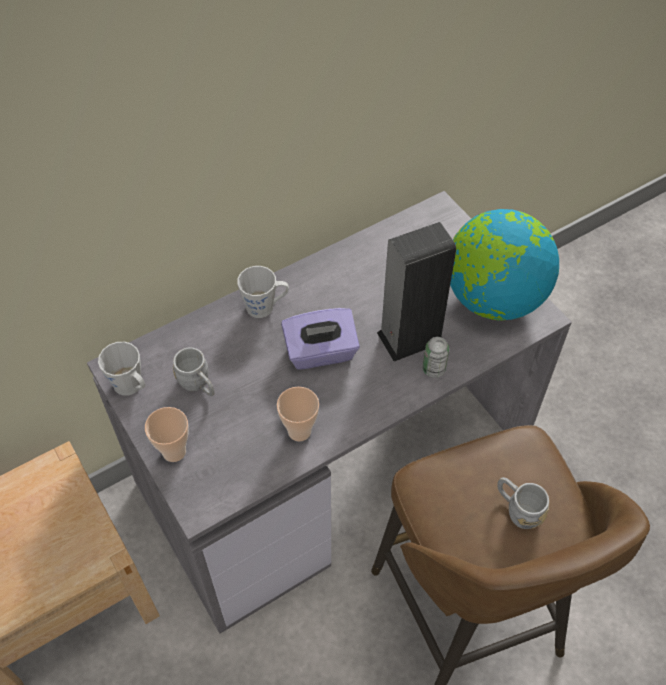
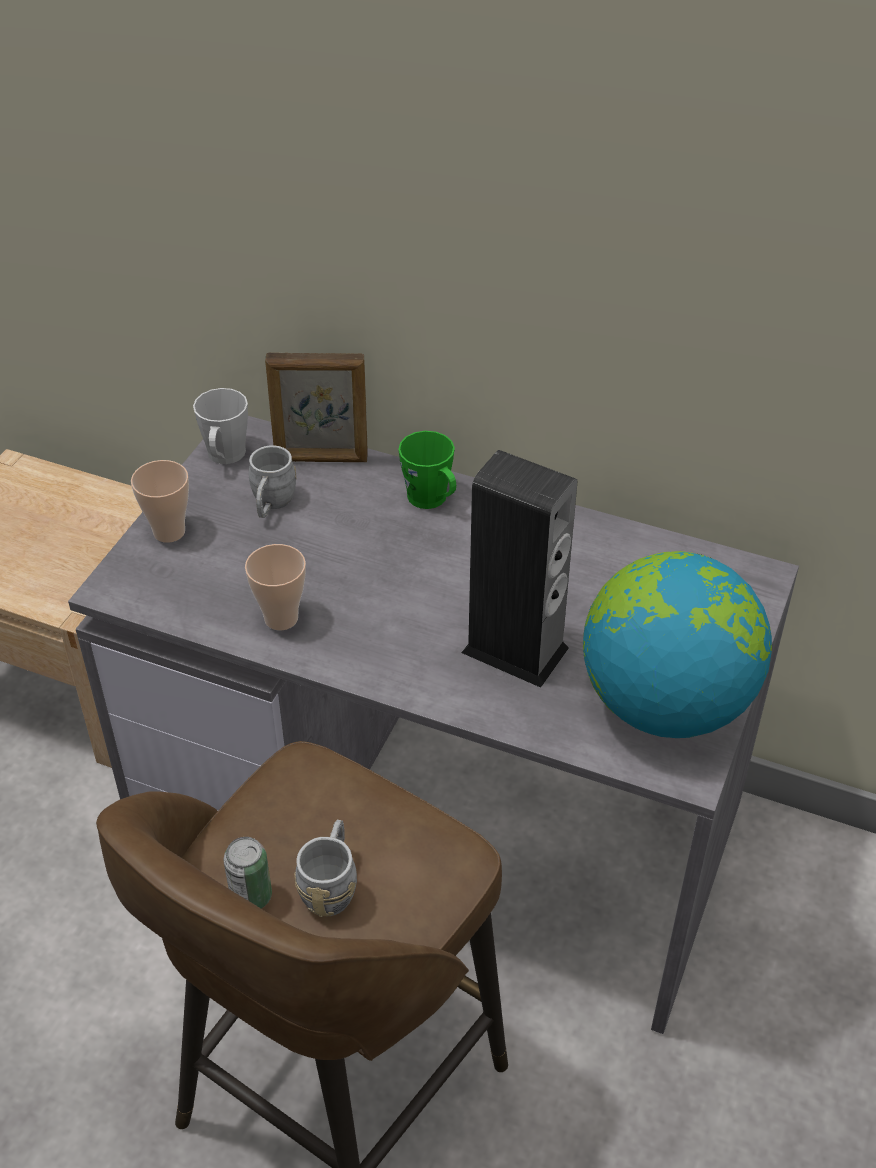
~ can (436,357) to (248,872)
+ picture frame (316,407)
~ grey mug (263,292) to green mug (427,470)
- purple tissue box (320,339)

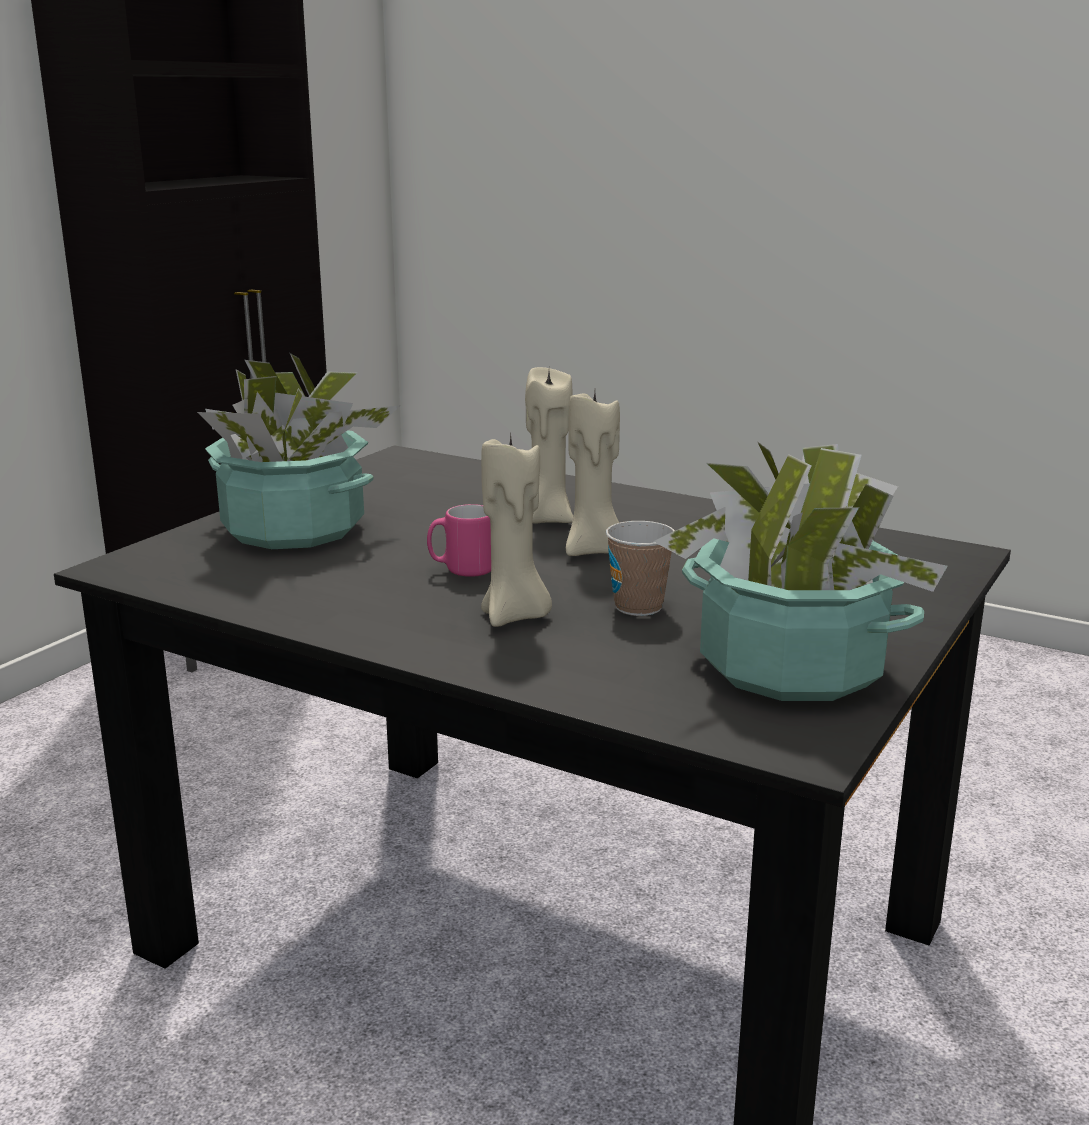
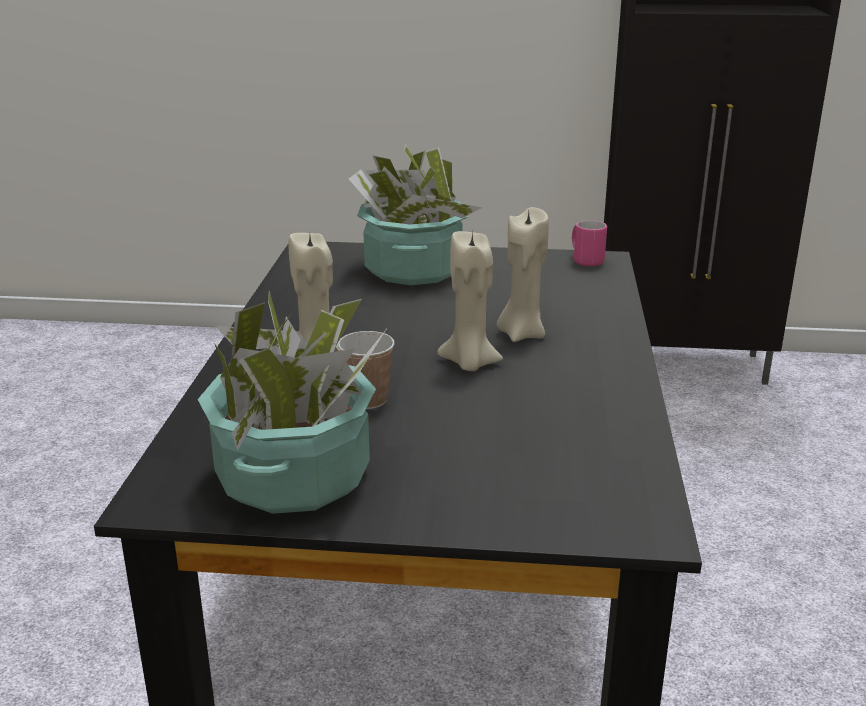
~ pink mug (459,540) to (589,243)

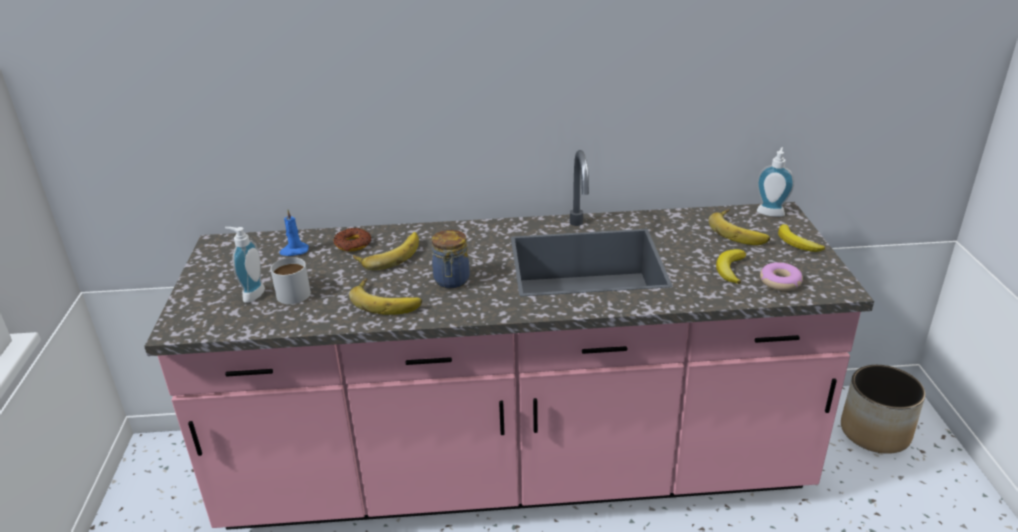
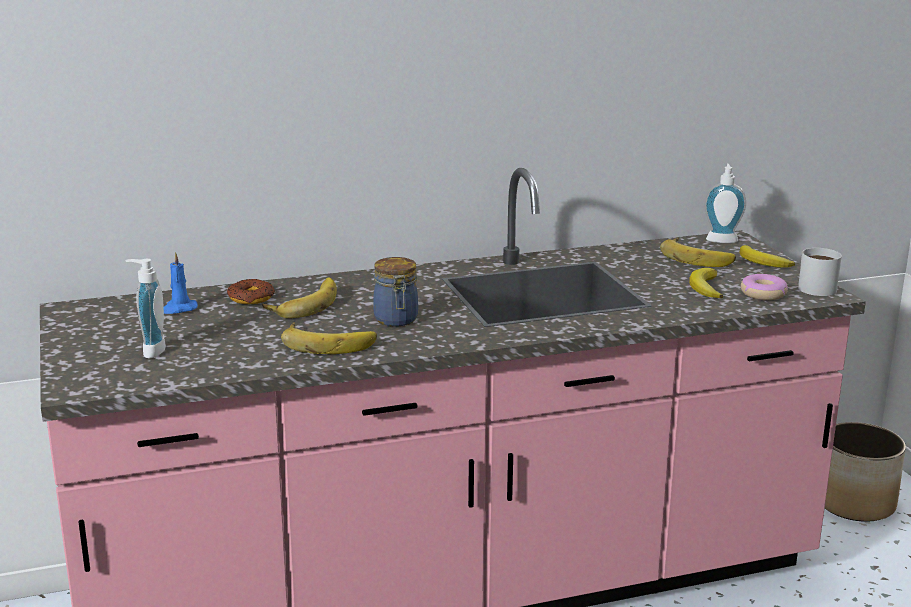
~ white mug (290,280) to (820,272)

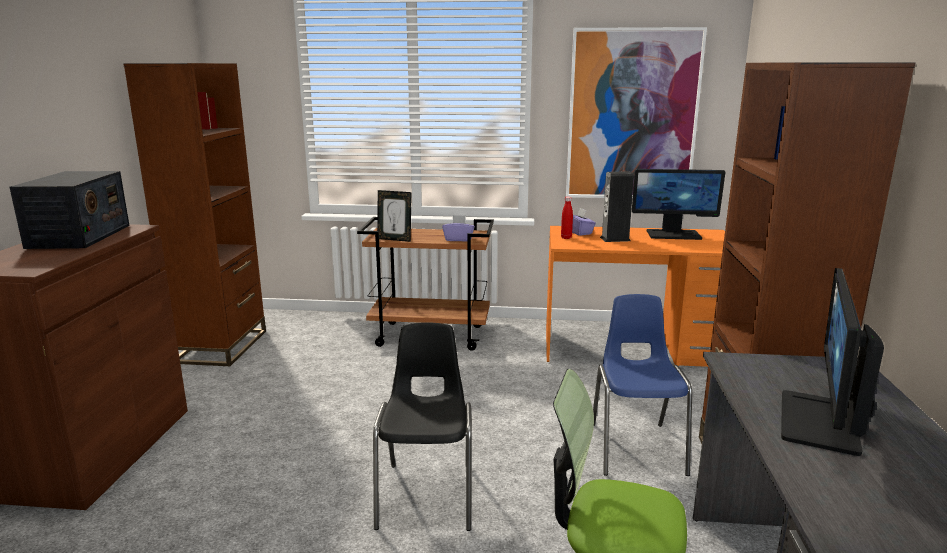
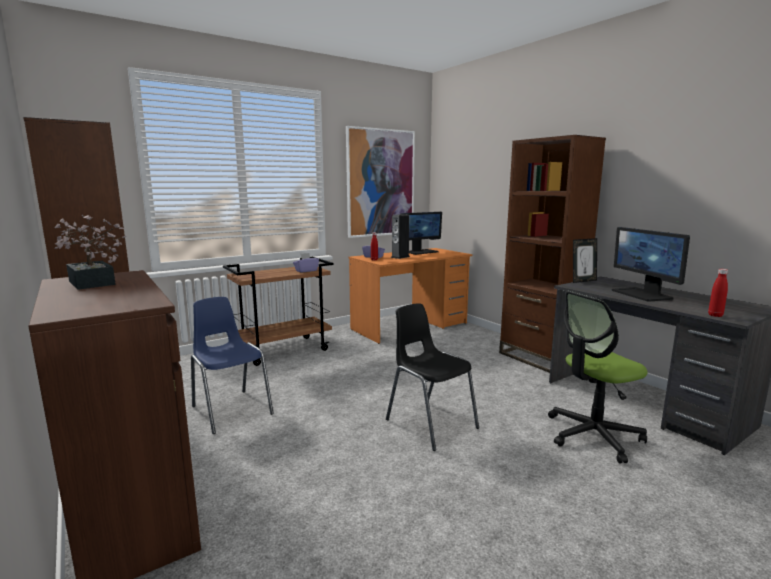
~ radio (69,210) to potted plant (90,252)
~ blue chair (642,385) to (232,365)
~ picture frame (394,216) to (585,260)
+ red bottle (718,293)

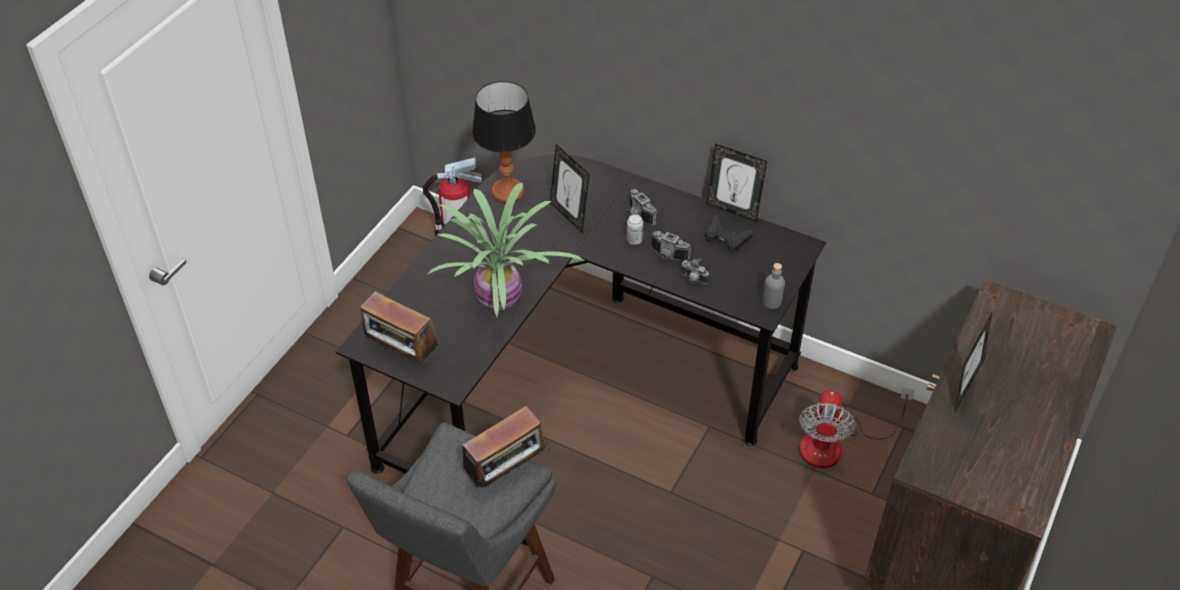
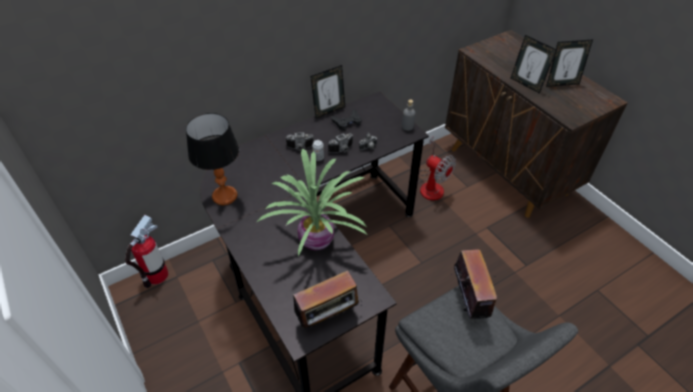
~ picture frame (570,188) to (569,63)

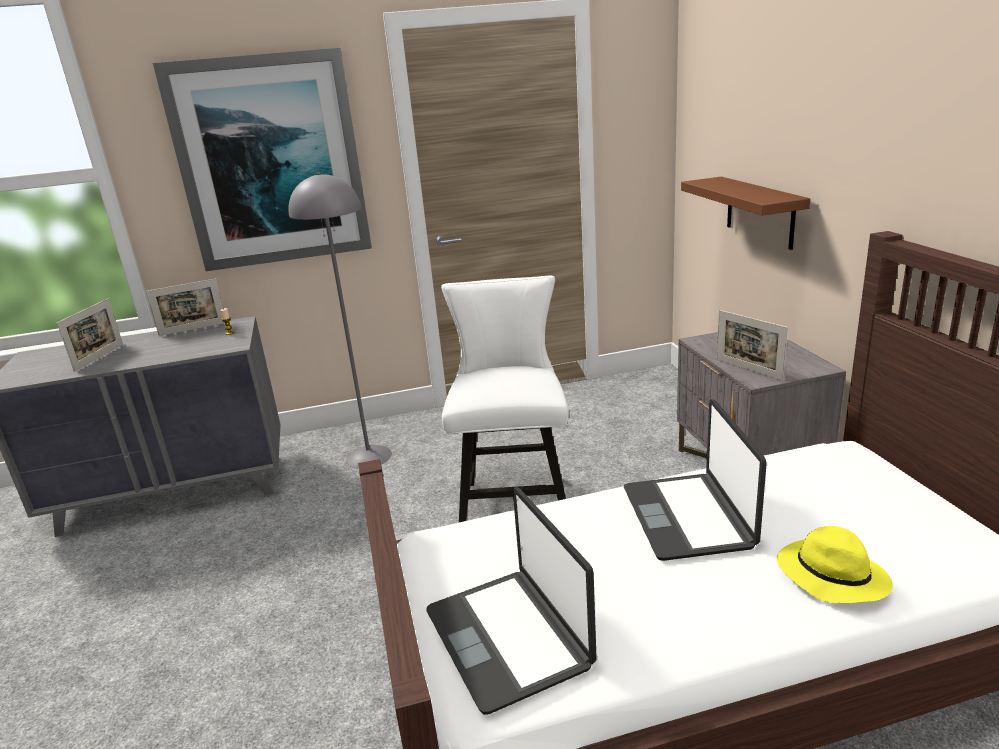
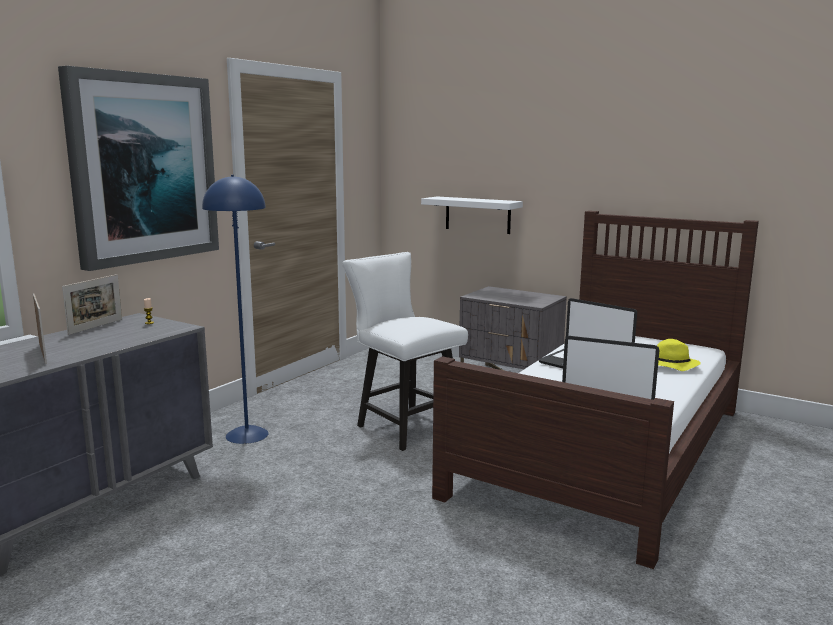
~ grey floor lamp (340,321) to blue floor lamp (235,309)
~ brown shelf (745,213) to white shelf (472,215)
- picture frame (752,345)

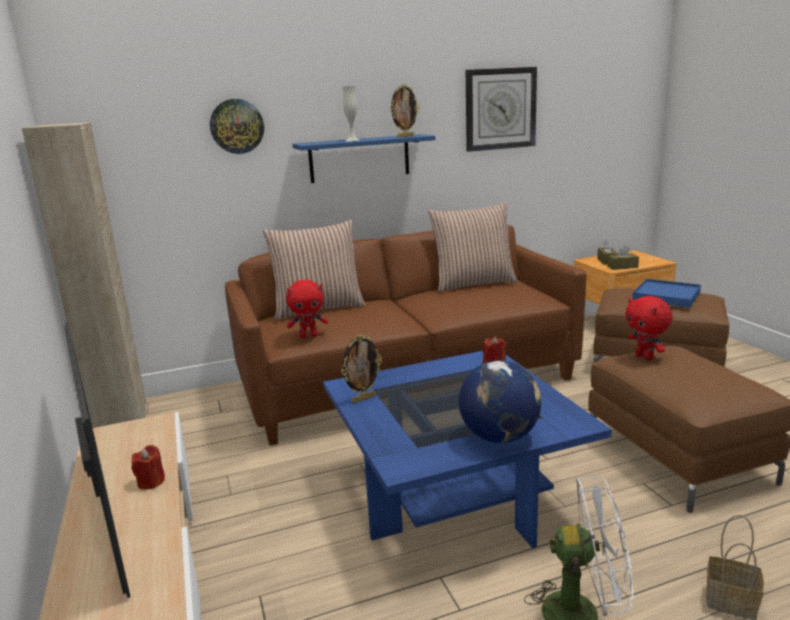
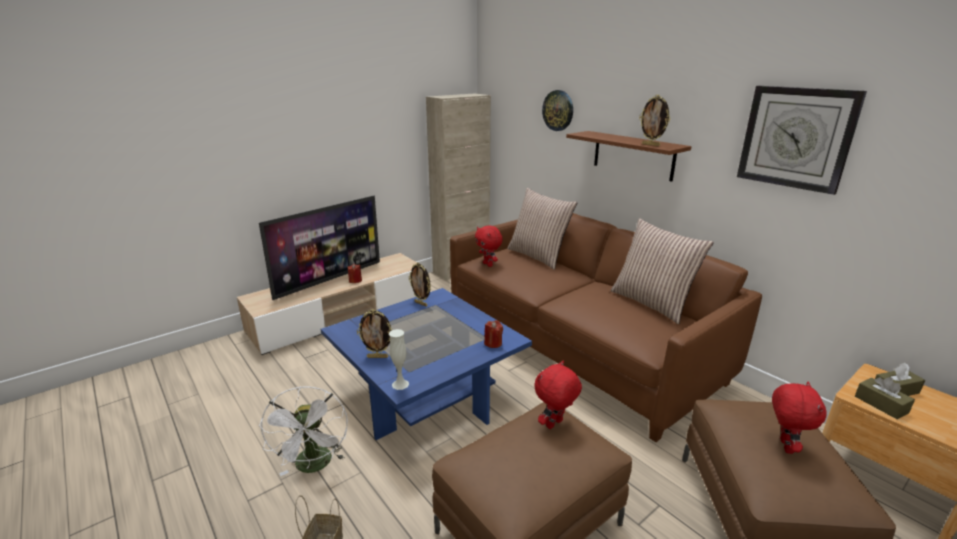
~ globe (500,401) to picture frame (374,333)
~ white vase (351,113) to (399,359)
~ blue shelf (364,158) to brown shelf (629,156)
~ blue tray (666,293) to red plush toy (799,418)

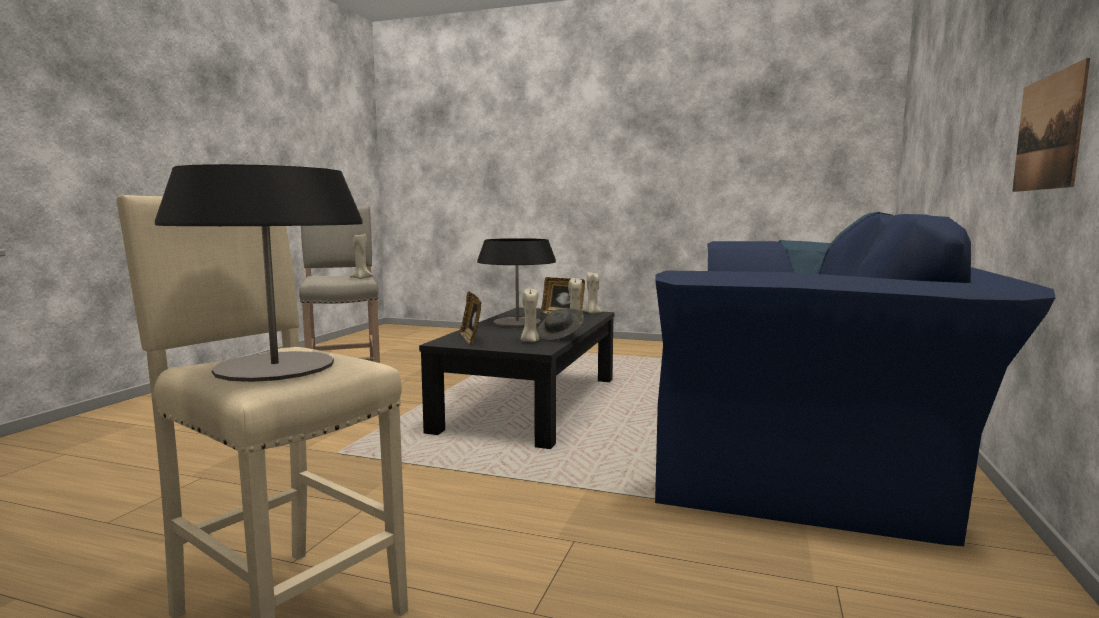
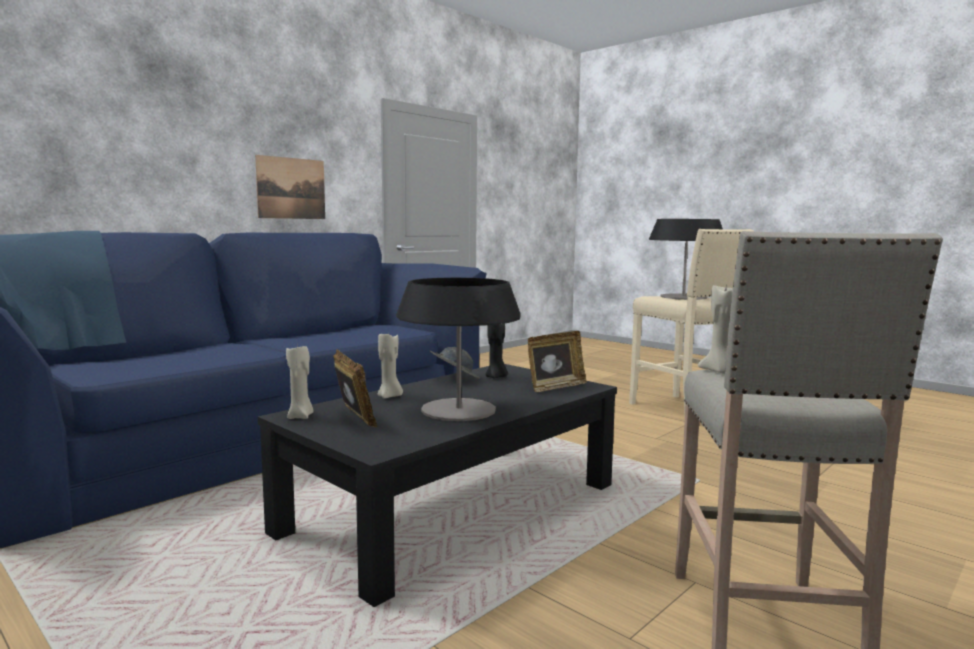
~ beige candle (530,315) to black candle (496,351)
~ picture frame (470,318) = (557,361) 45 degrees clockwise

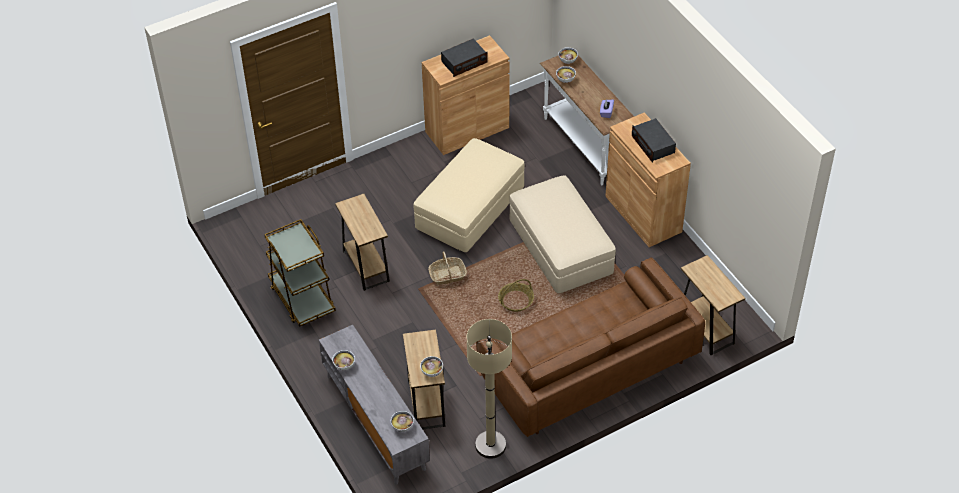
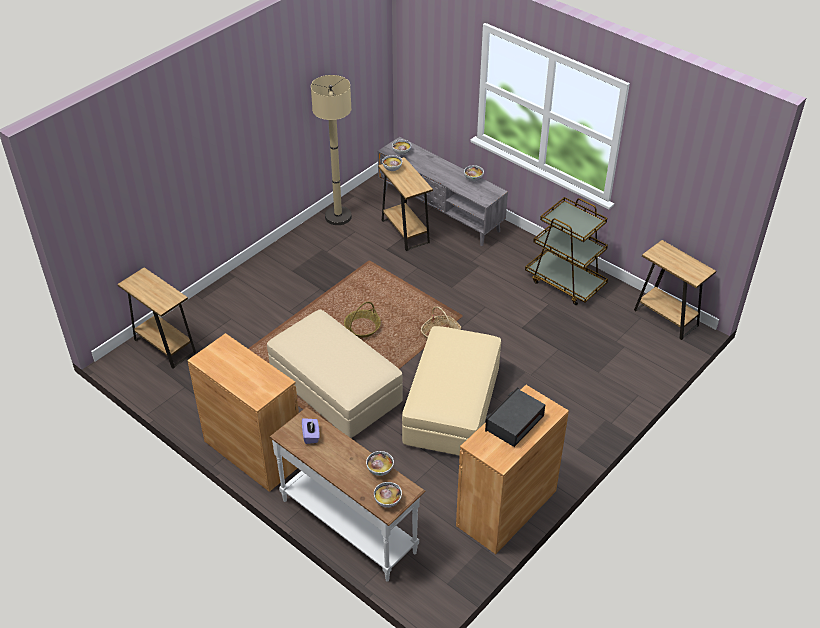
~ brown side table (362,242) to (675,290)
- brown sofa (590,347)
- radio (654,140)

